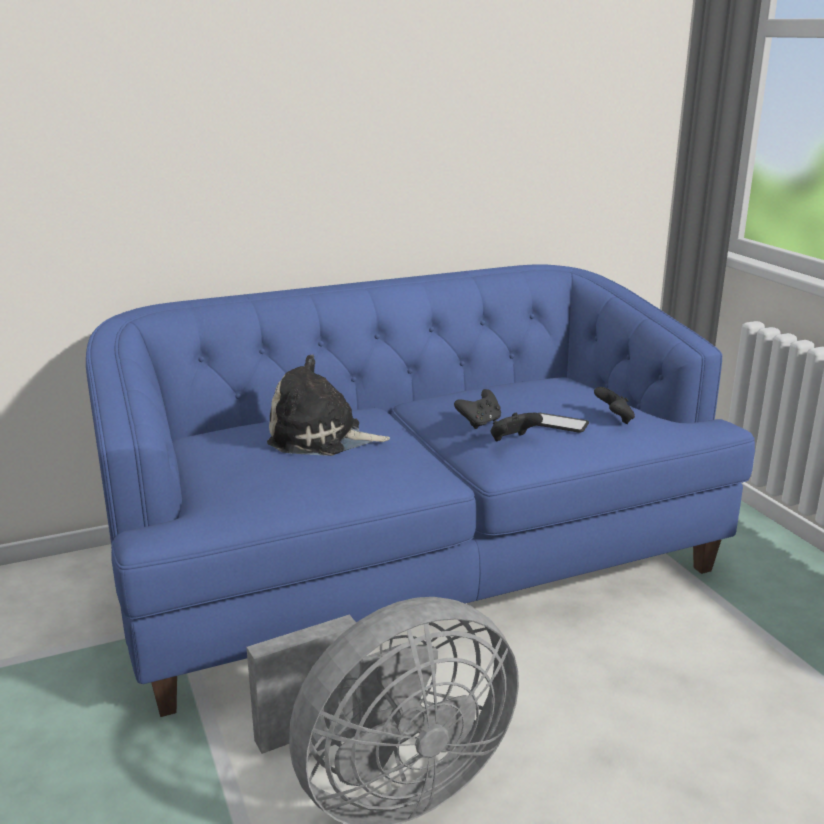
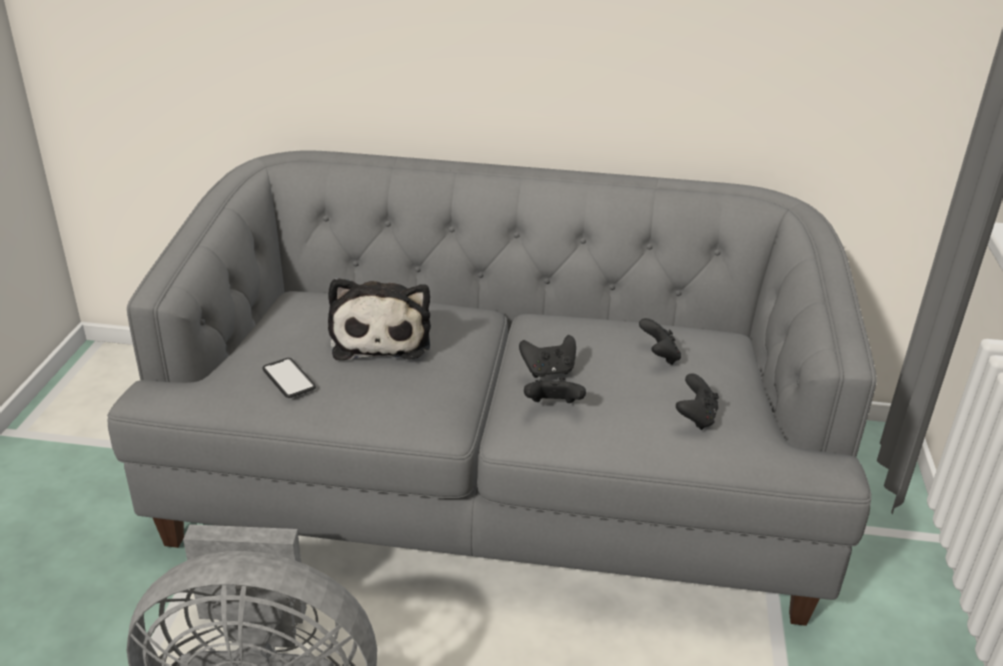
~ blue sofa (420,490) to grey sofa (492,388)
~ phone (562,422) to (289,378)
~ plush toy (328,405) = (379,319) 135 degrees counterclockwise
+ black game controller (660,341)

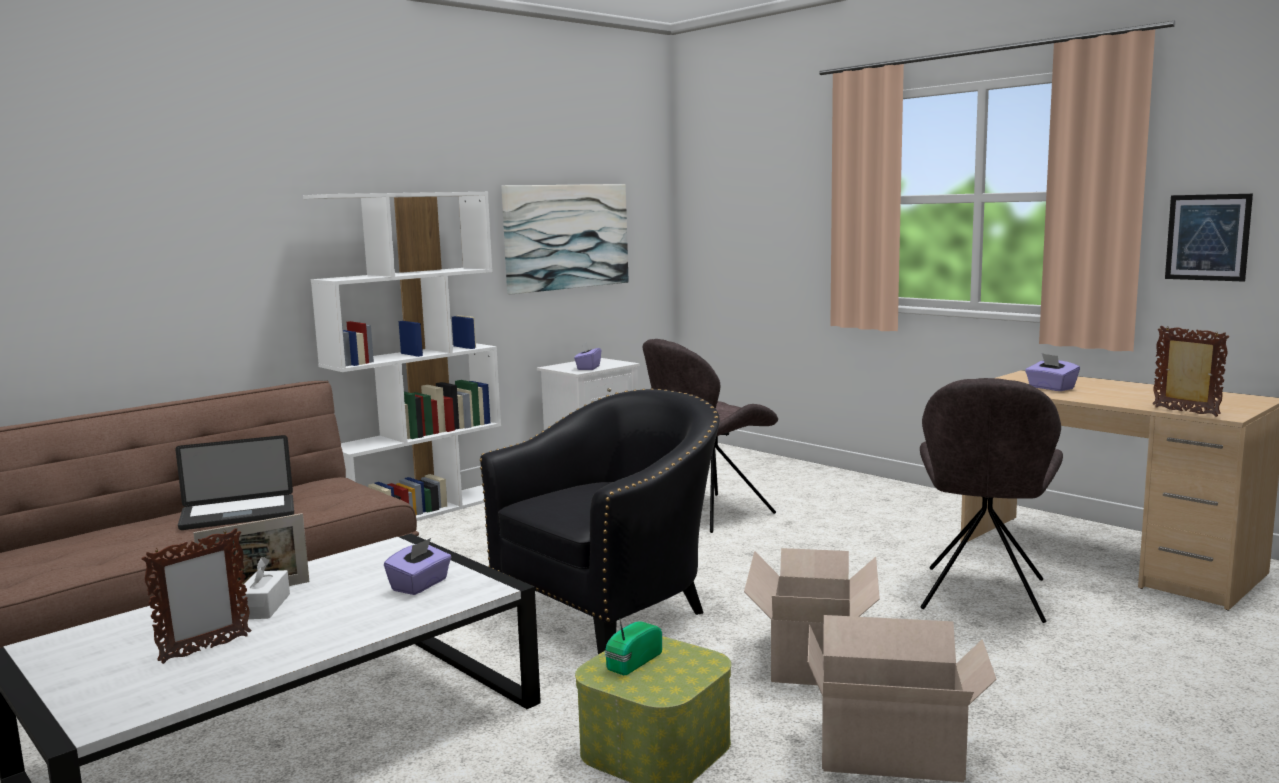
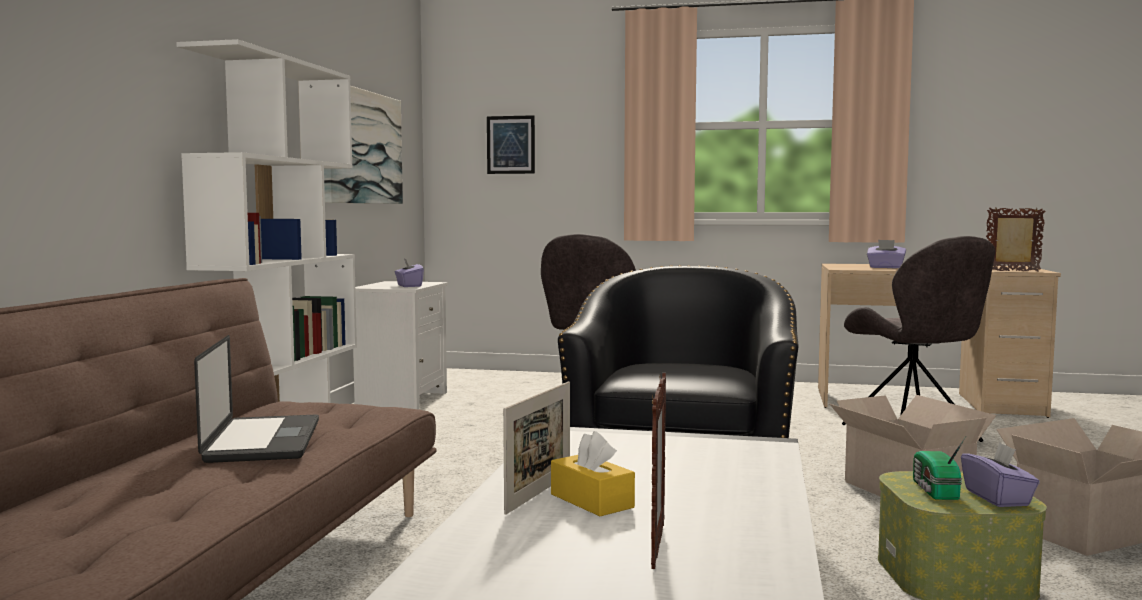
~ laptop (234,482) = (256,399) 45 degrees counterclockwise
~ picture (1209,238) to (511,144)
~ white tissue box (263,588) to yellow tissue box (593,473)
~ purple tissue box (417,566) to (1000,474)

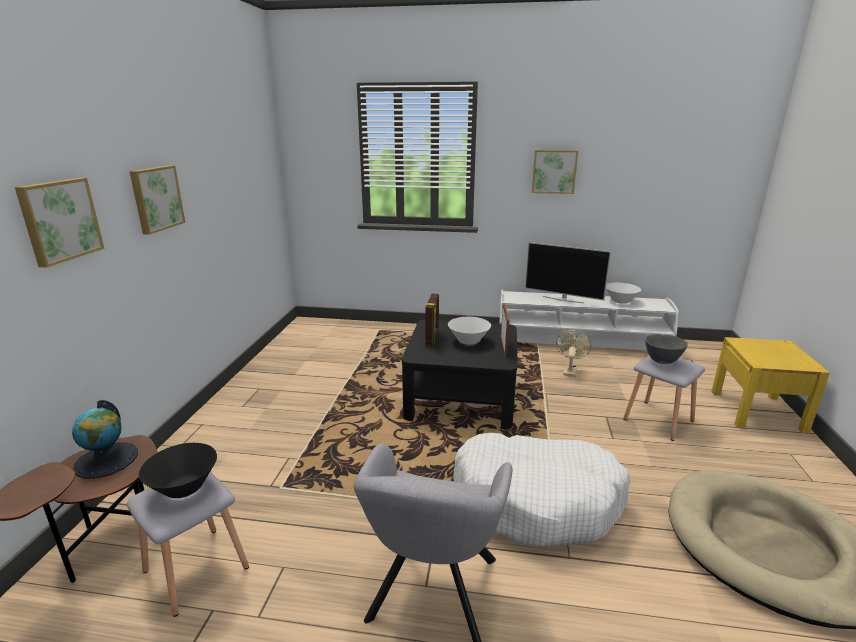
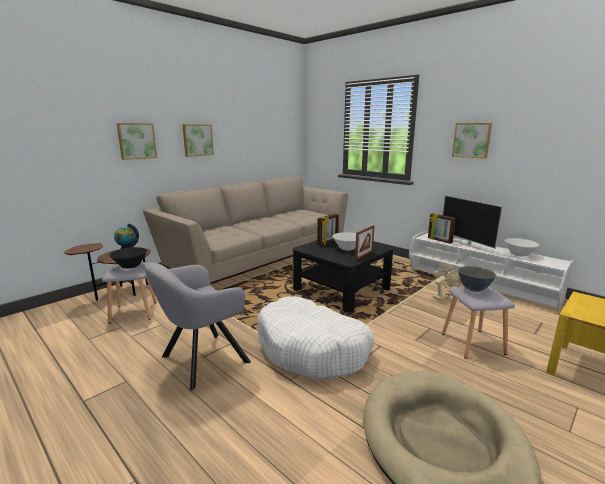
+ beige sofa (245,230)
+ picture frame (442,228)

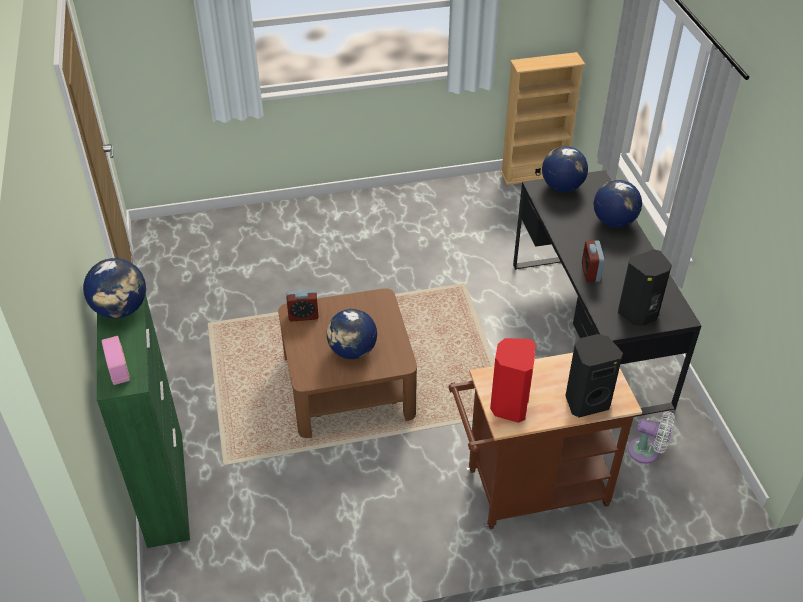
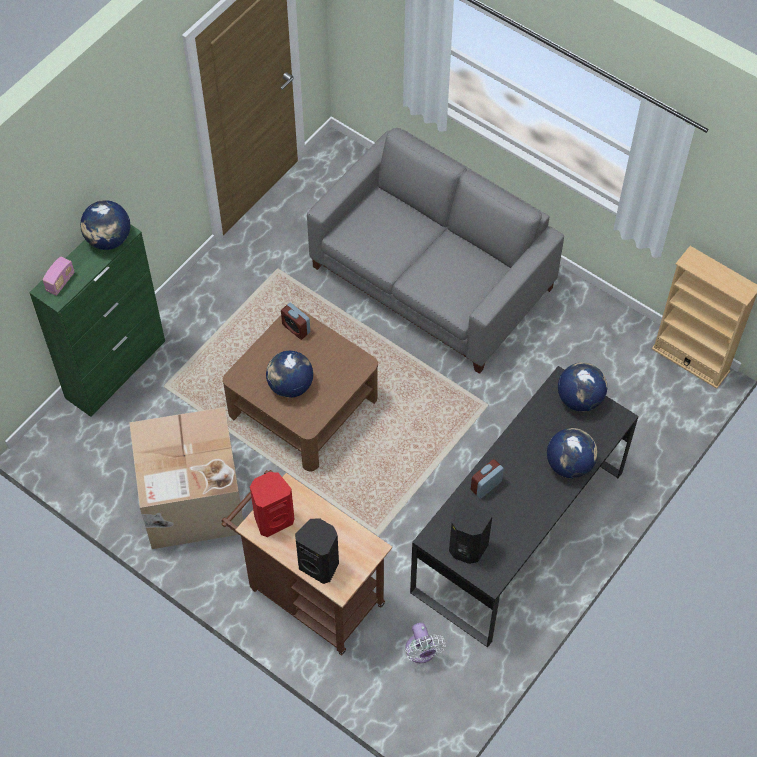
+ cardboard box (186,478)
+ grey sofa (435,251)

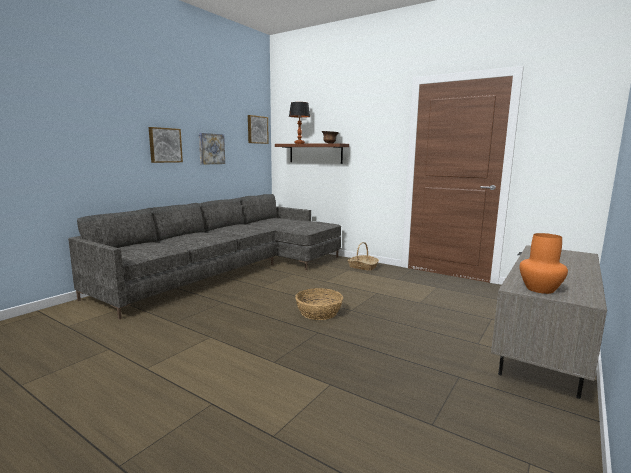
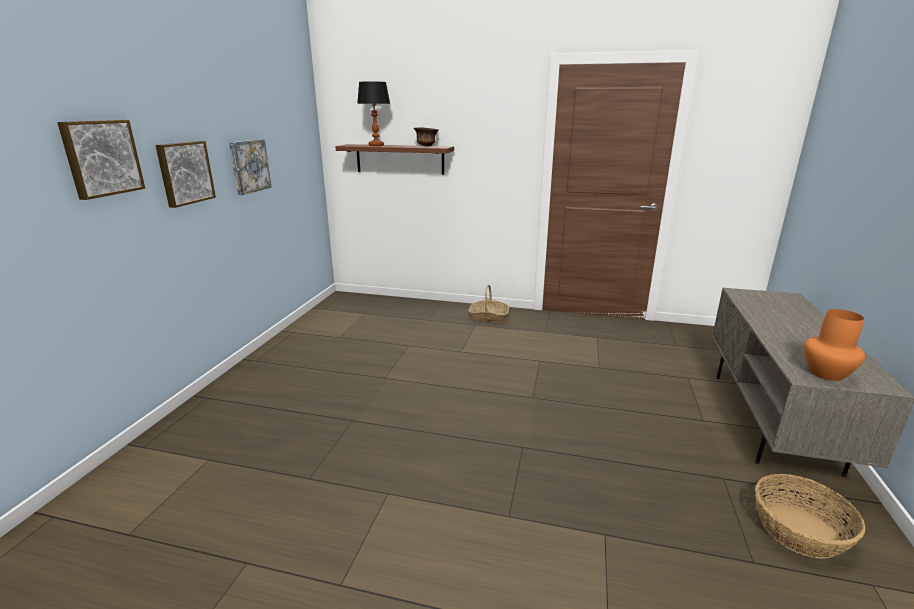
~ picture (258,129) to (101,160)
~ basket (319,304) to (810,516)
- grey sofa (204,256)

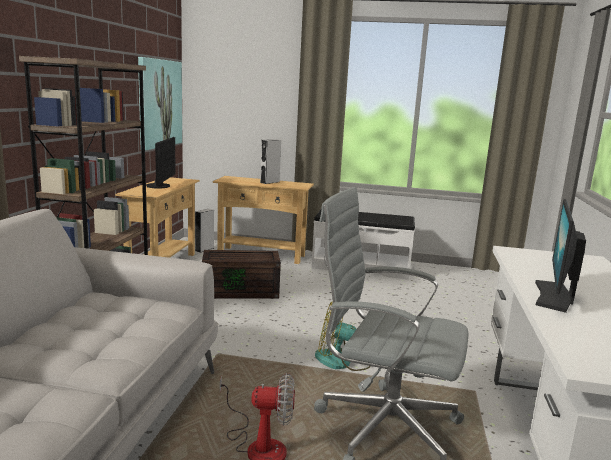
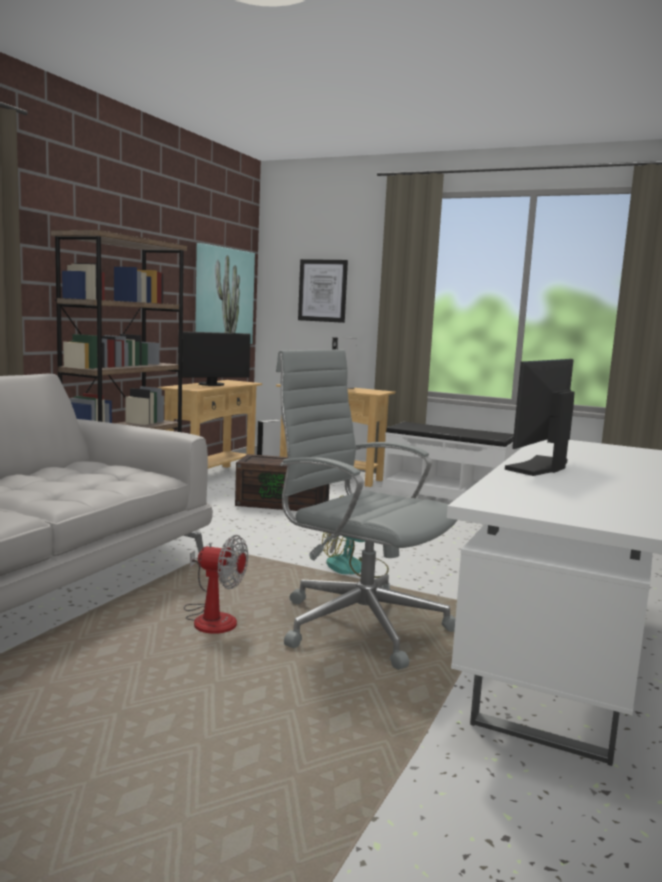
~ monitor (161,163) = (214,358) 45 degrees clockwise
+ picture (323,291)

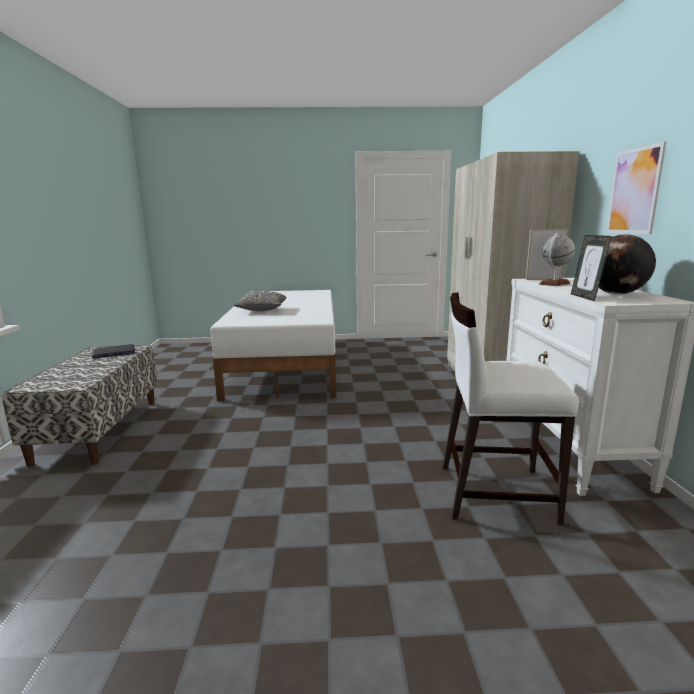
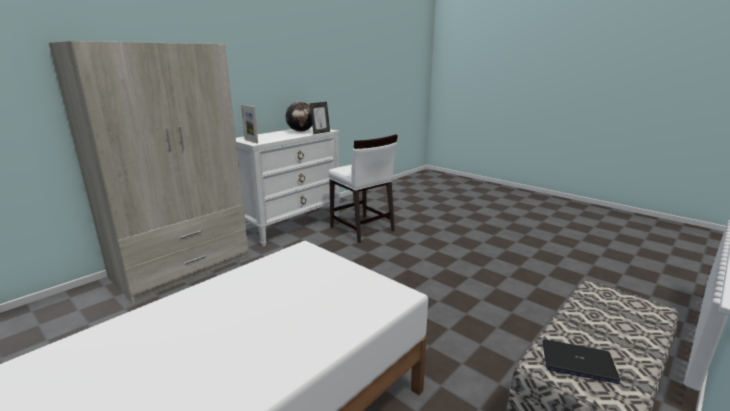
- grey pillow (260,301)
- globe (557,259)
- picture (636,187)

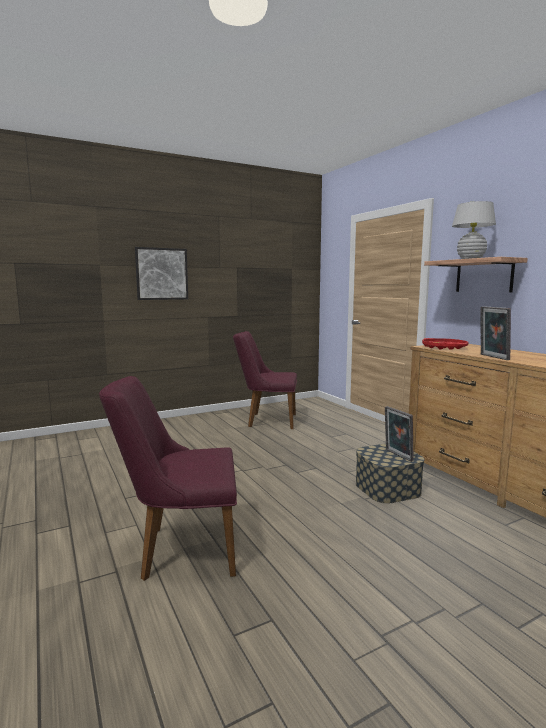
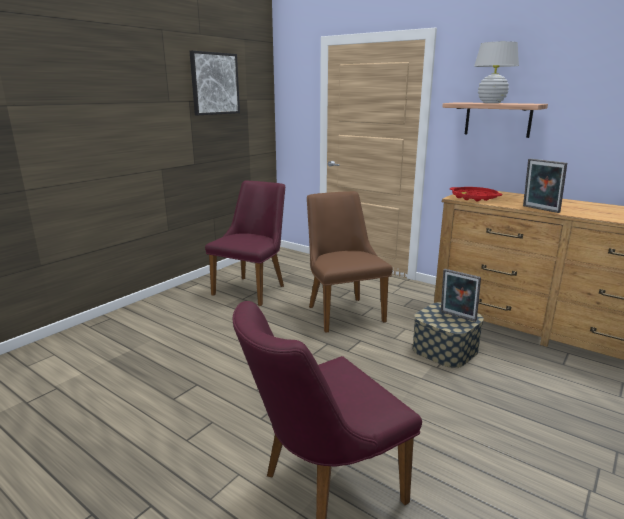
~ picture (161,273) to (215,82)
~ purple chair (265,380) = (245,243) 135 degrees clockwise
+ brown chair (350,262)

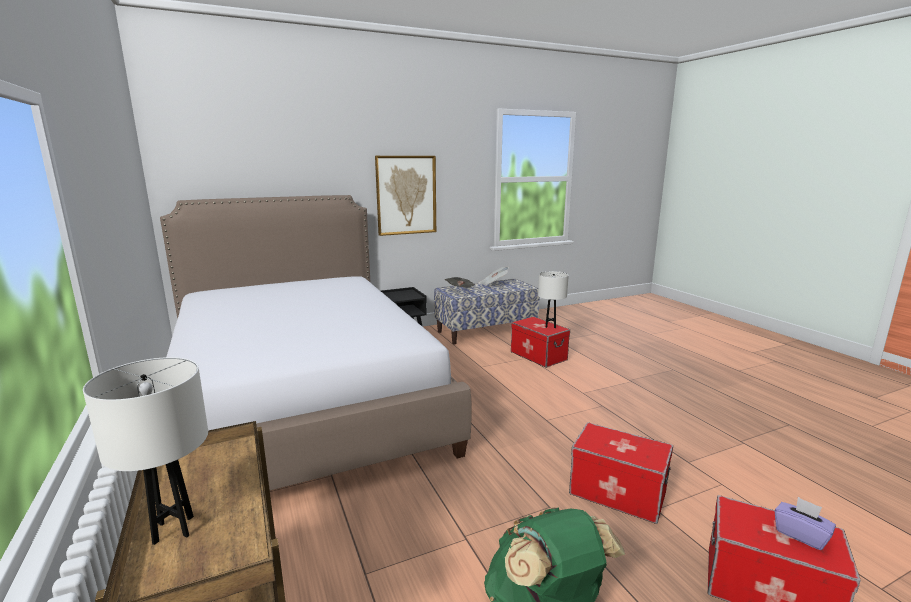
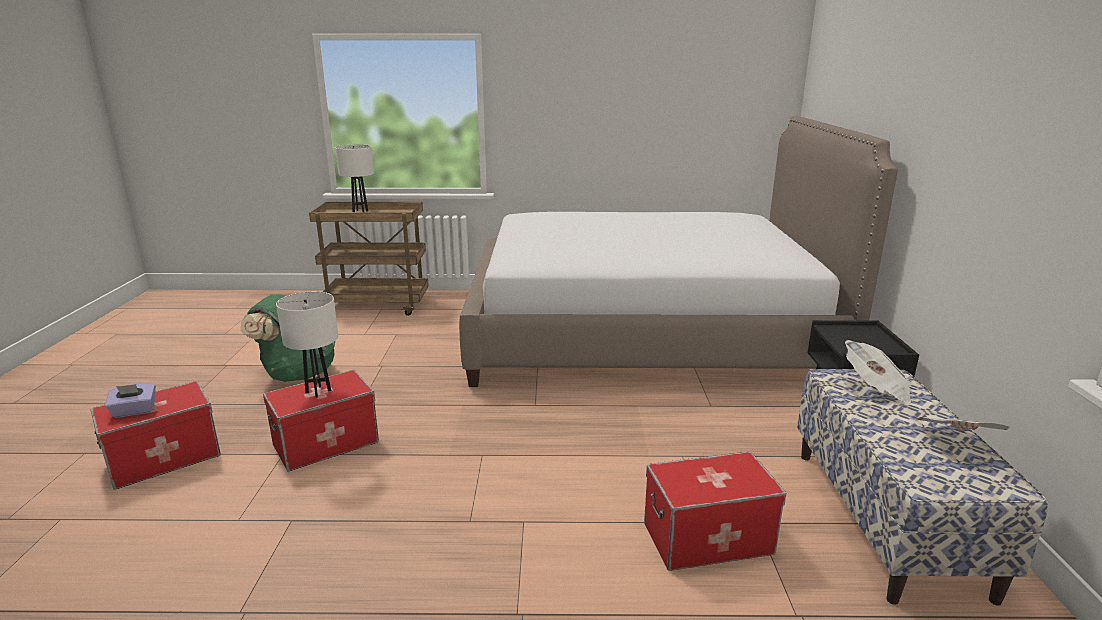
~ white table lamp (553,299) to (307,344)
- picture (405,196)

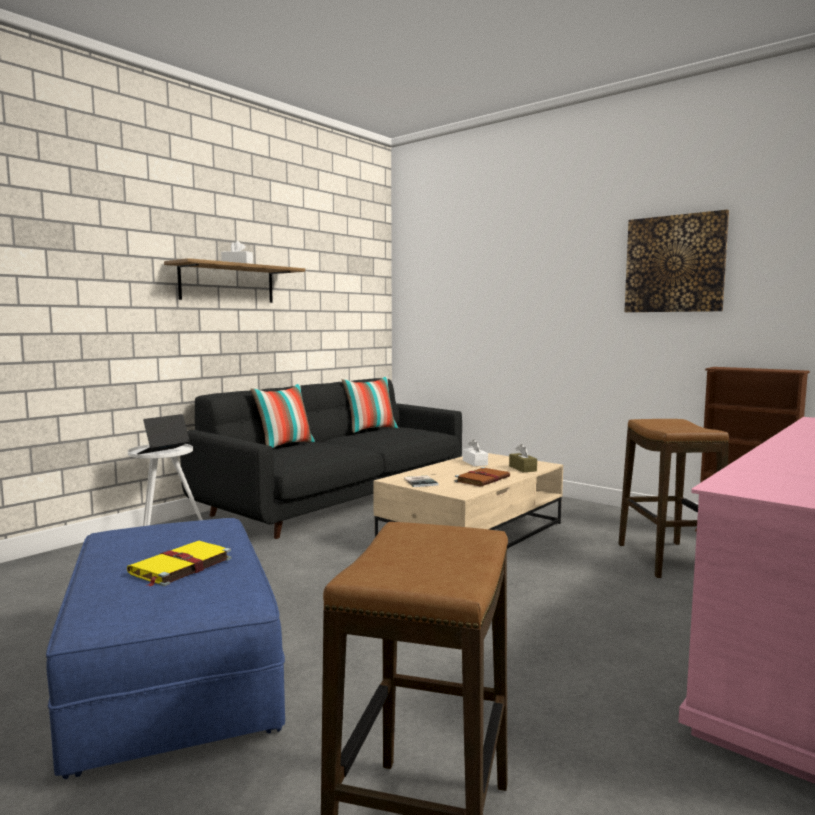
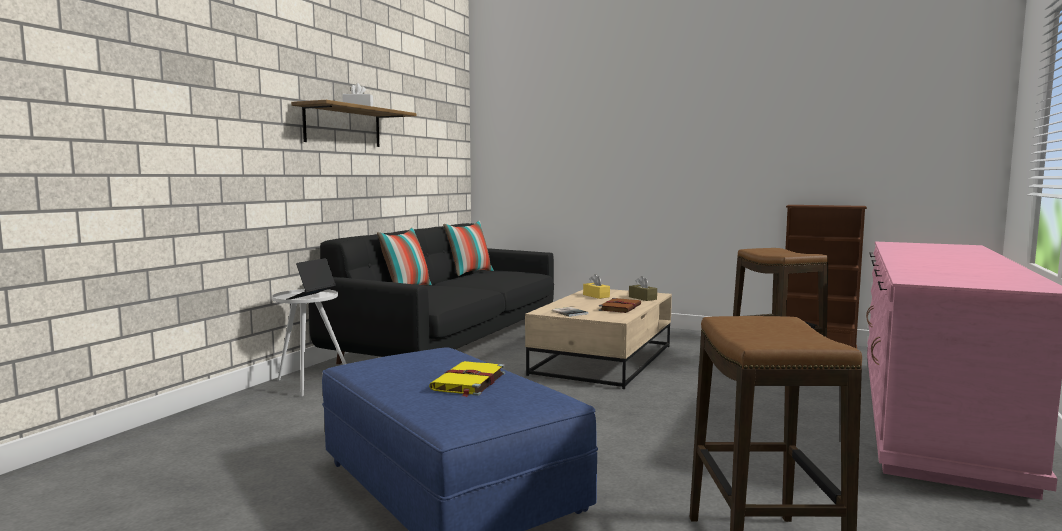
~ white tissue box (475,452) to yellow tissue box (596,286)
- picture (676,260)

